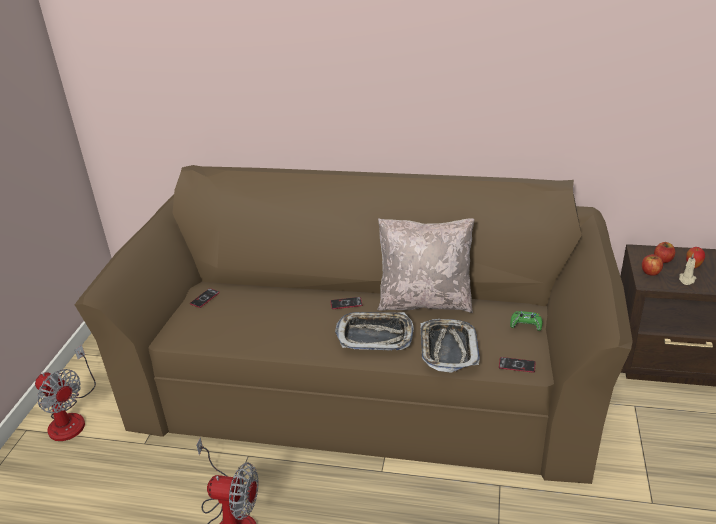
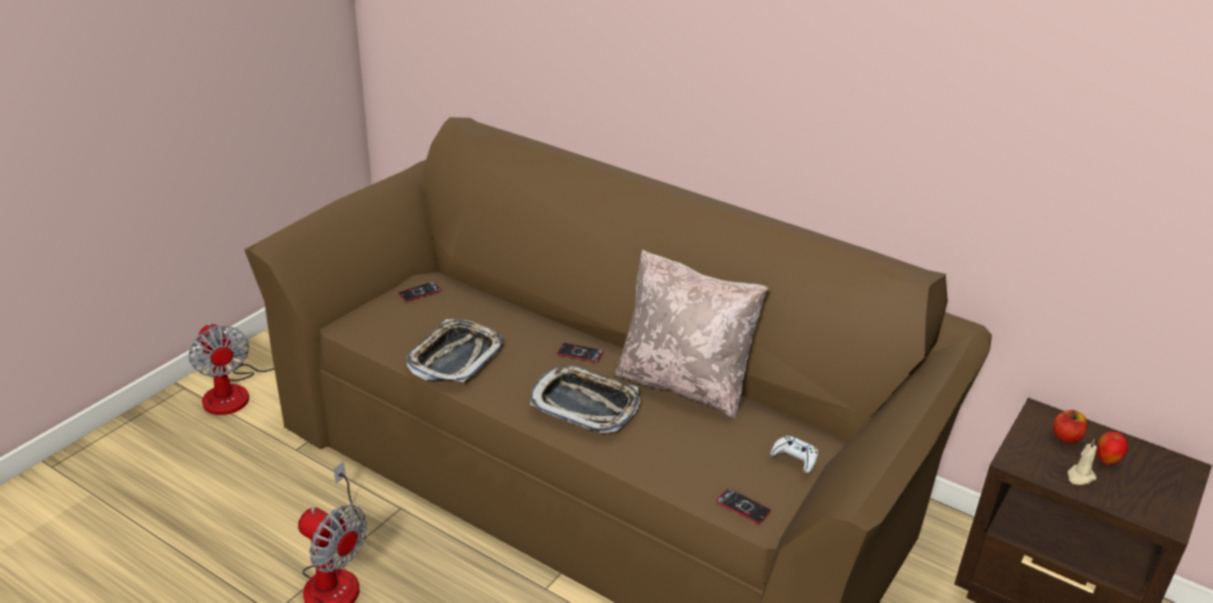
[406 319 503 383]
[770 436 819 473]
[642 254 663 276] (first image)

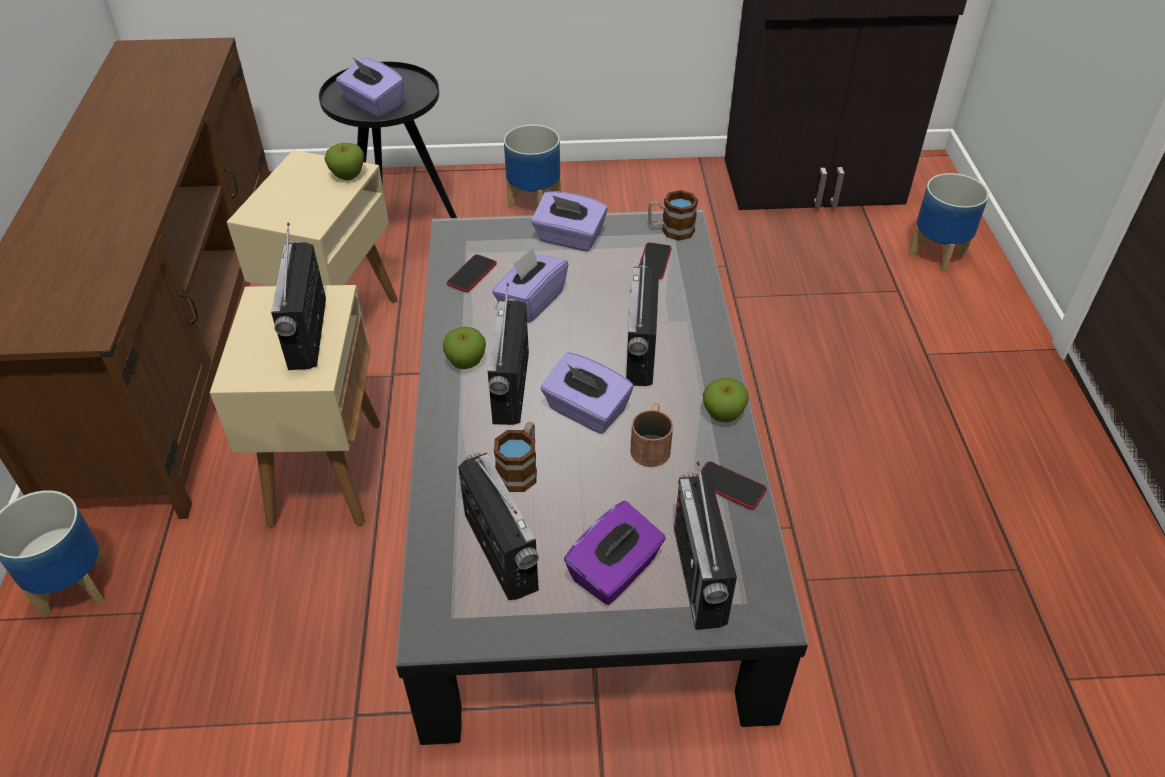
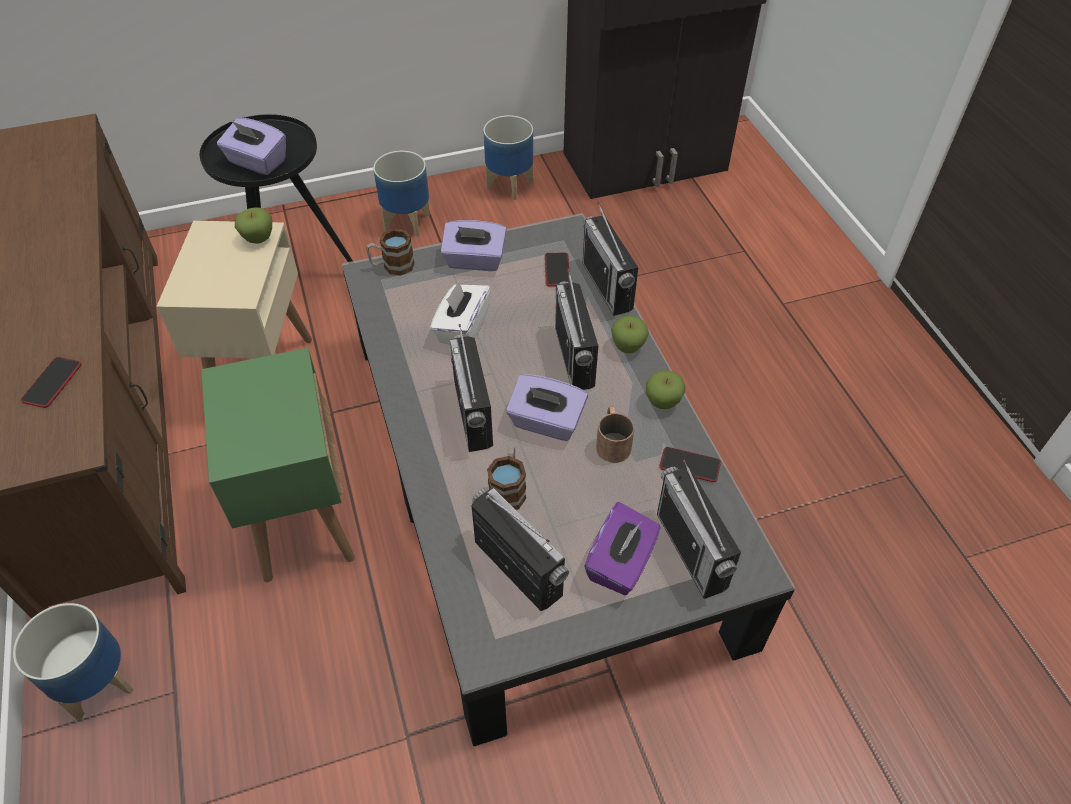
[201 348 355 582]
[583 202 638 316]
[611 316 649 353]
[21 357 81 408]
[430 281 491 345]
[366 229 415 275]
[483 115 533 200]

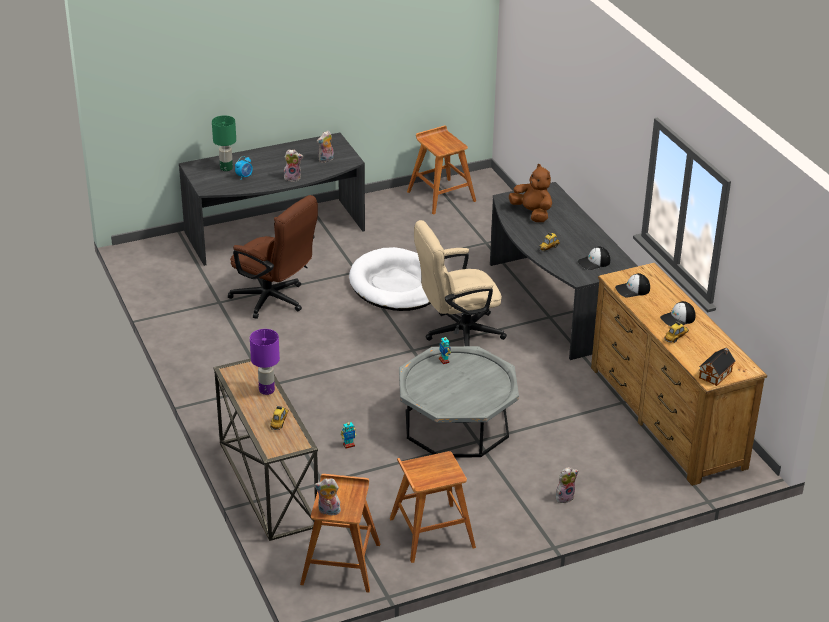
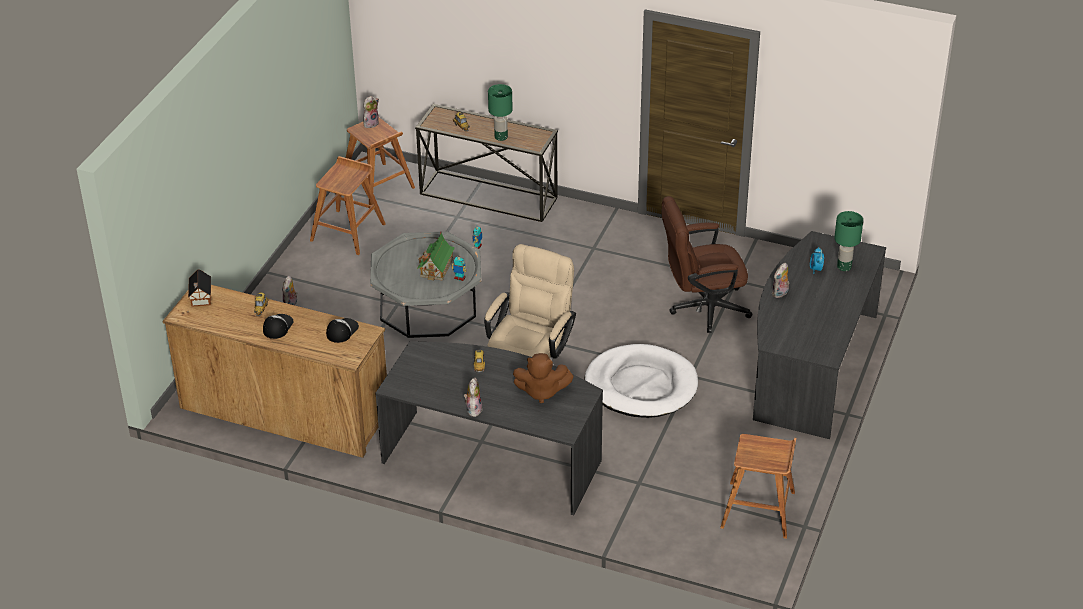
[488 84 513 141]
[464 378 482 417]
[578 246 610 270] (first image)
[417 233 455 281]

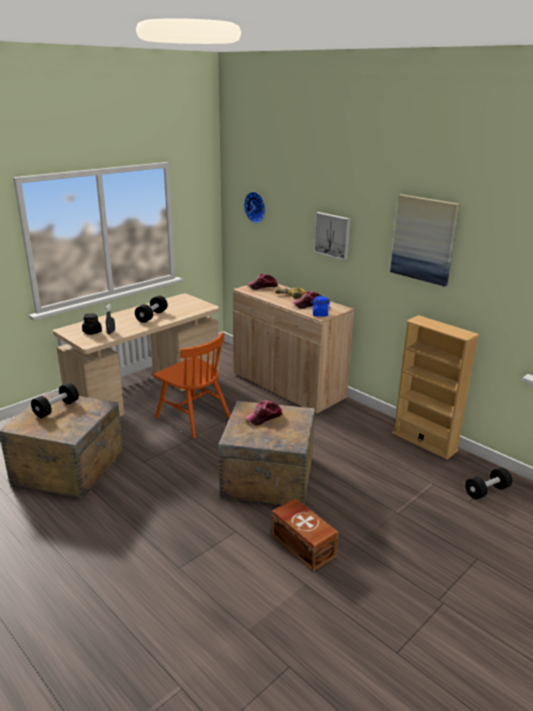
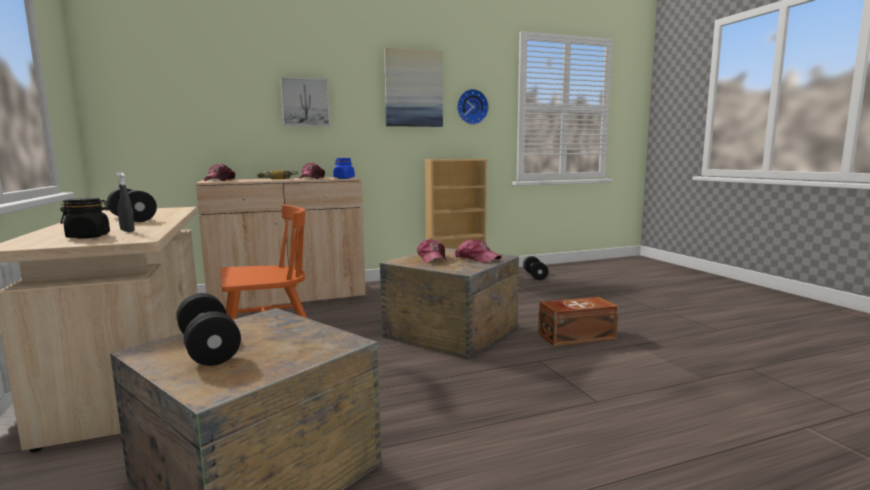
[457 89 489 125]
[455 239 501 263]

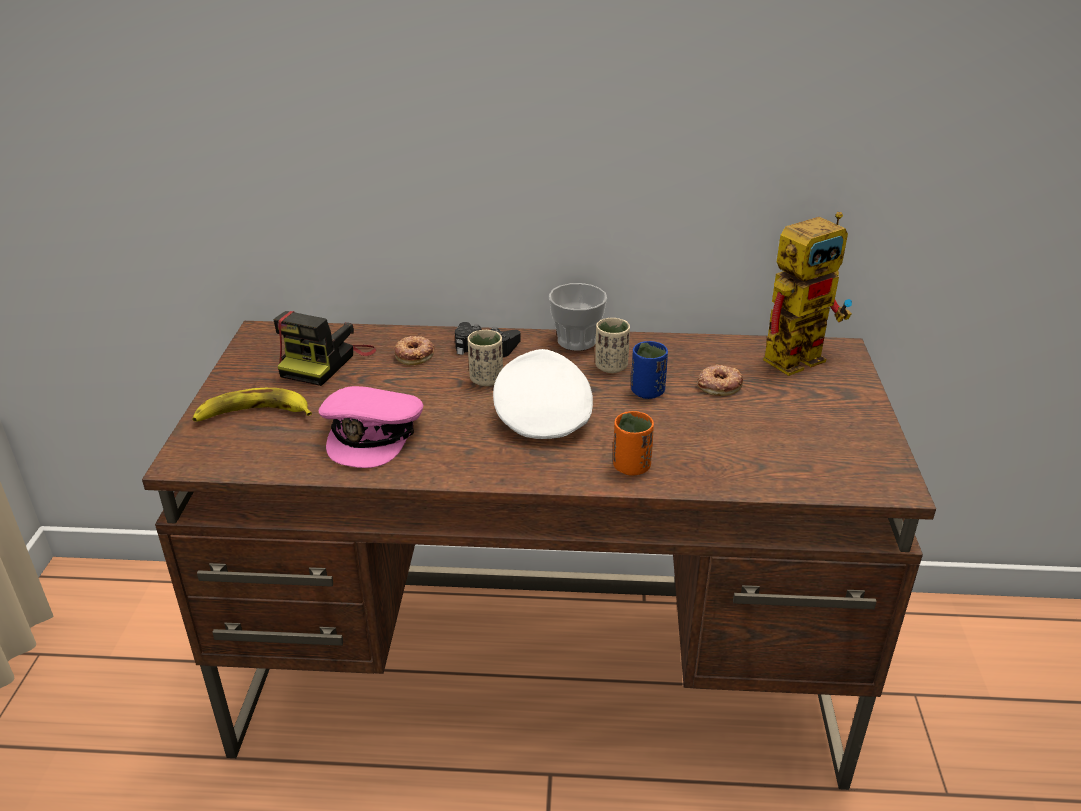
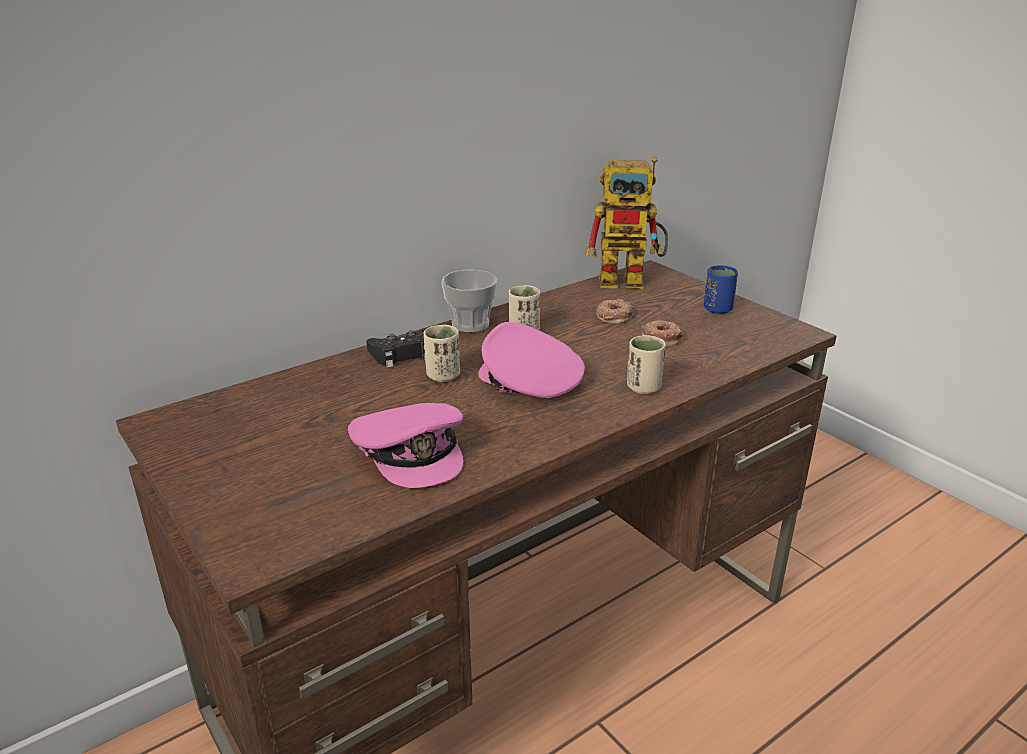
[192 388 312 422] (first image)
[273 311 376 386] (first image)
[642 320 684 346]
[478 322 585 398]
[627 335 666 394]
[704 265 738 314]
[585 157 668 289]

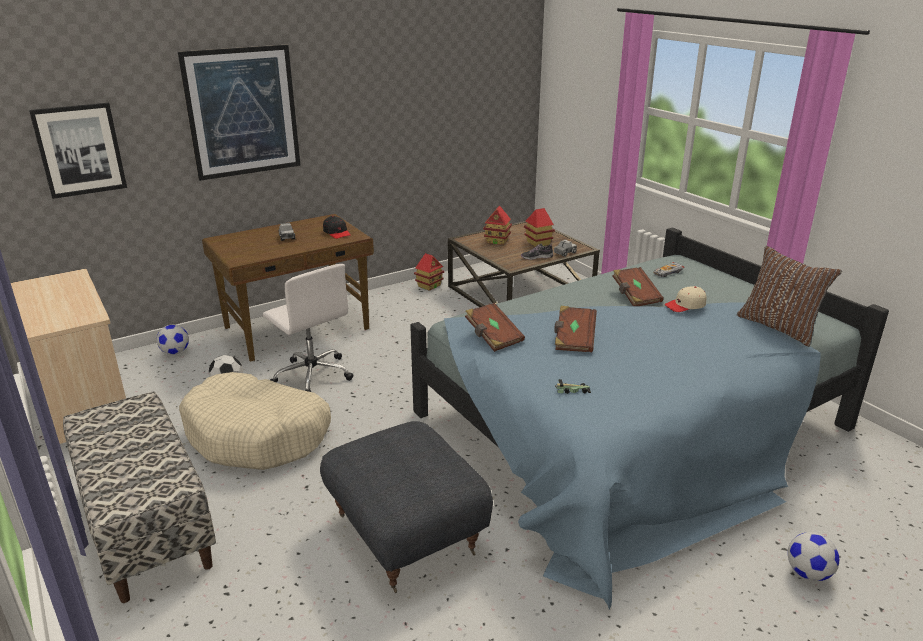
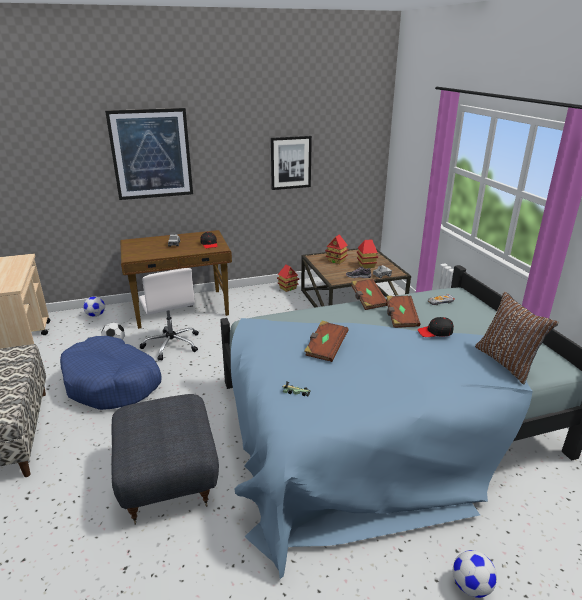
[271 136 312 190]
[60 336 162 410]
[351 279 387 310]
[418 317 454 337]

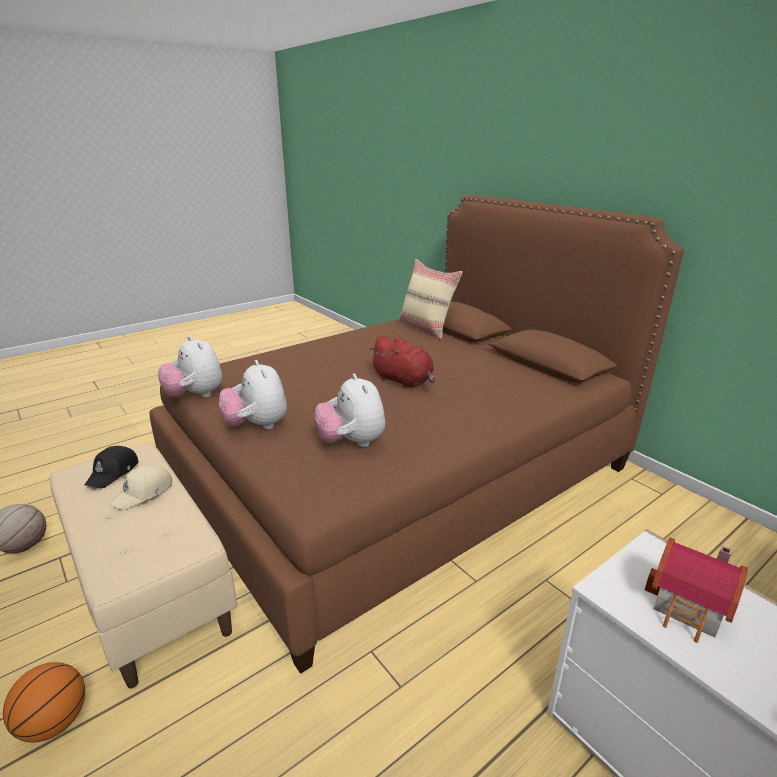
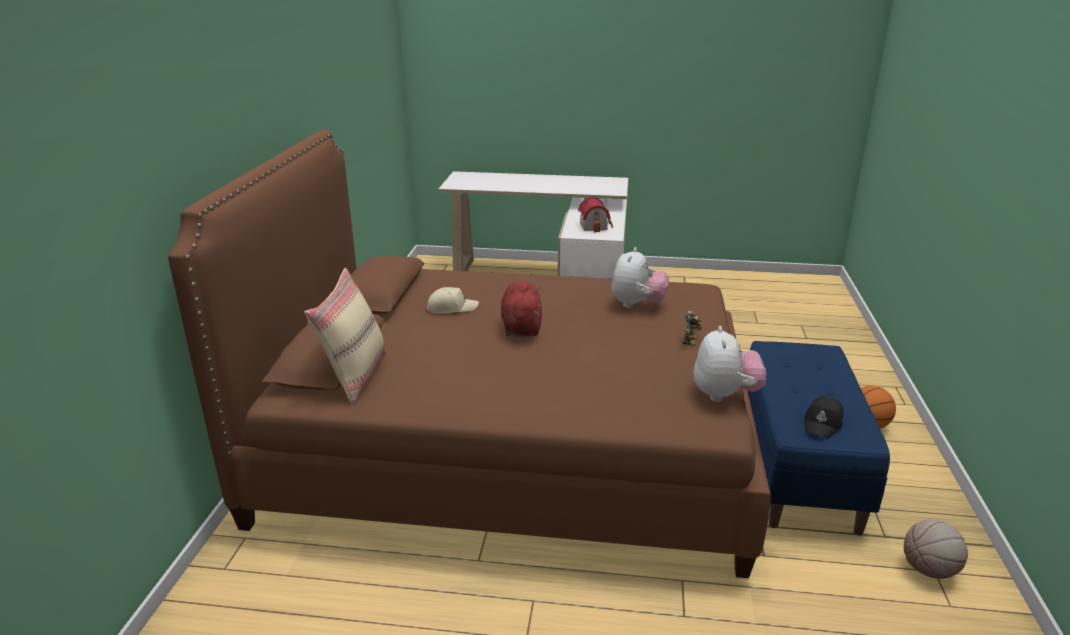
[748 341 890 536]
[804 396 844 439]
[427 287 479 313]
[683 311 703 346]

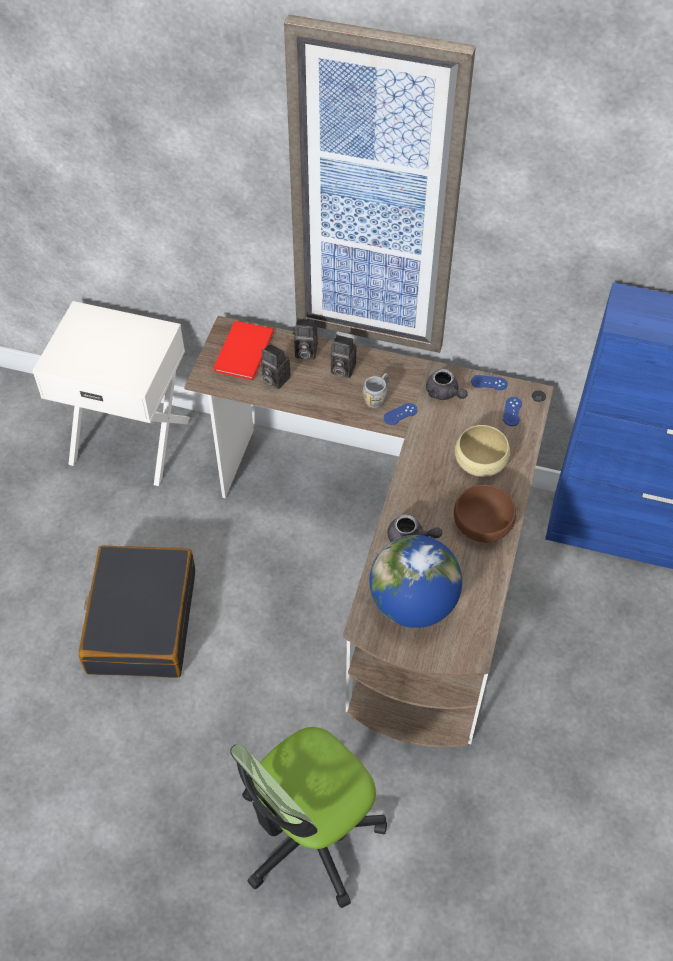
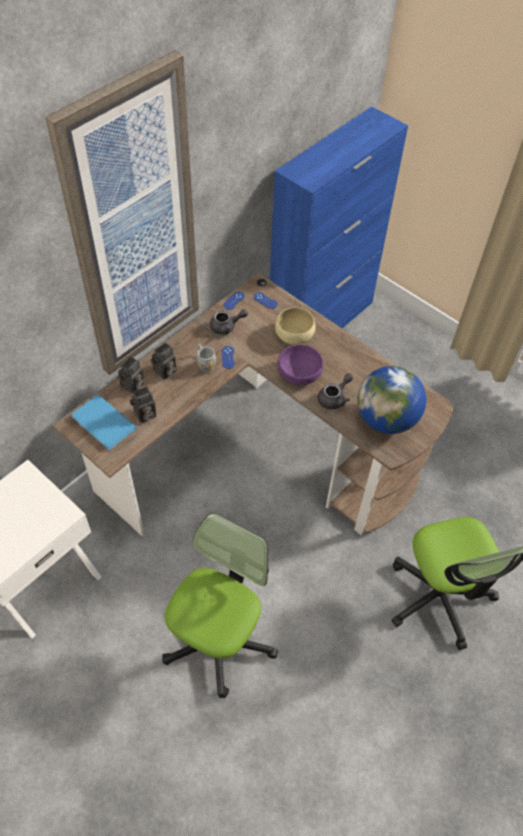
[162 513 278 698]
[71 395 137 450]
[454 485 516 543] (first image)
[278 344 323 385]

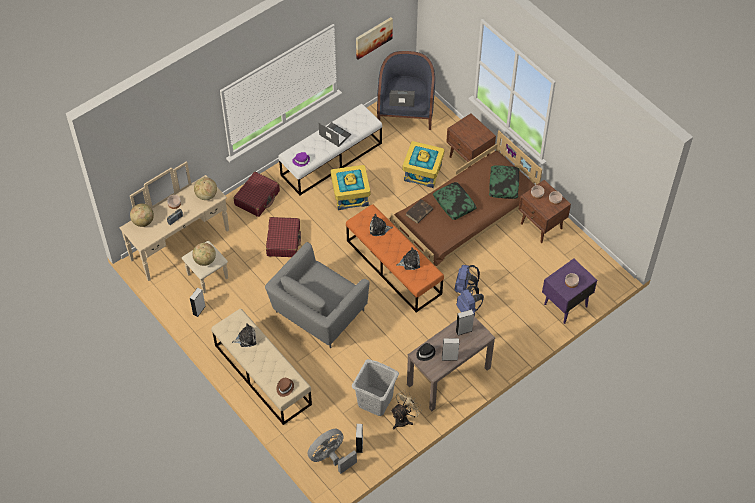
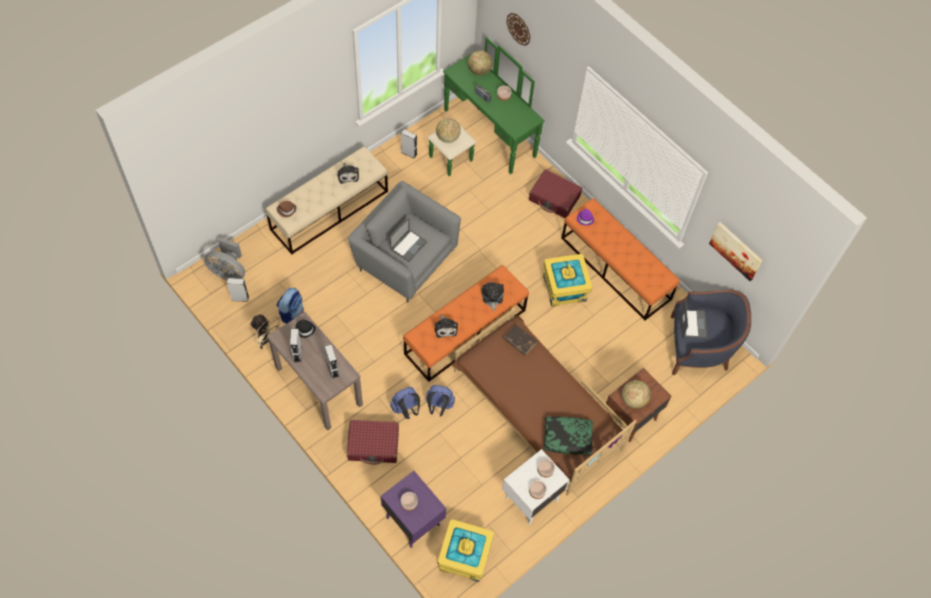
[427 37 545 176]
[622 380 651 409]
[347 420 399 465]
[561 198 680 320]
[204 237 245 280]
[390 218 428 262]
[277 288 304 324]
[437 519 494 582]
[433 182 477 220] (first image)
[502 449 570 525]
[506 13 530 46]

